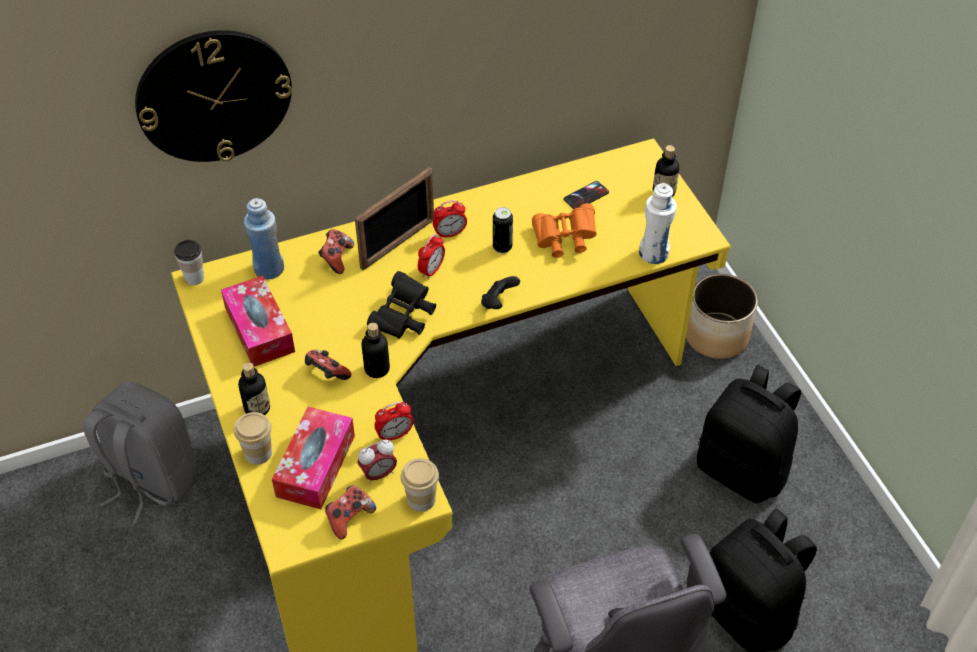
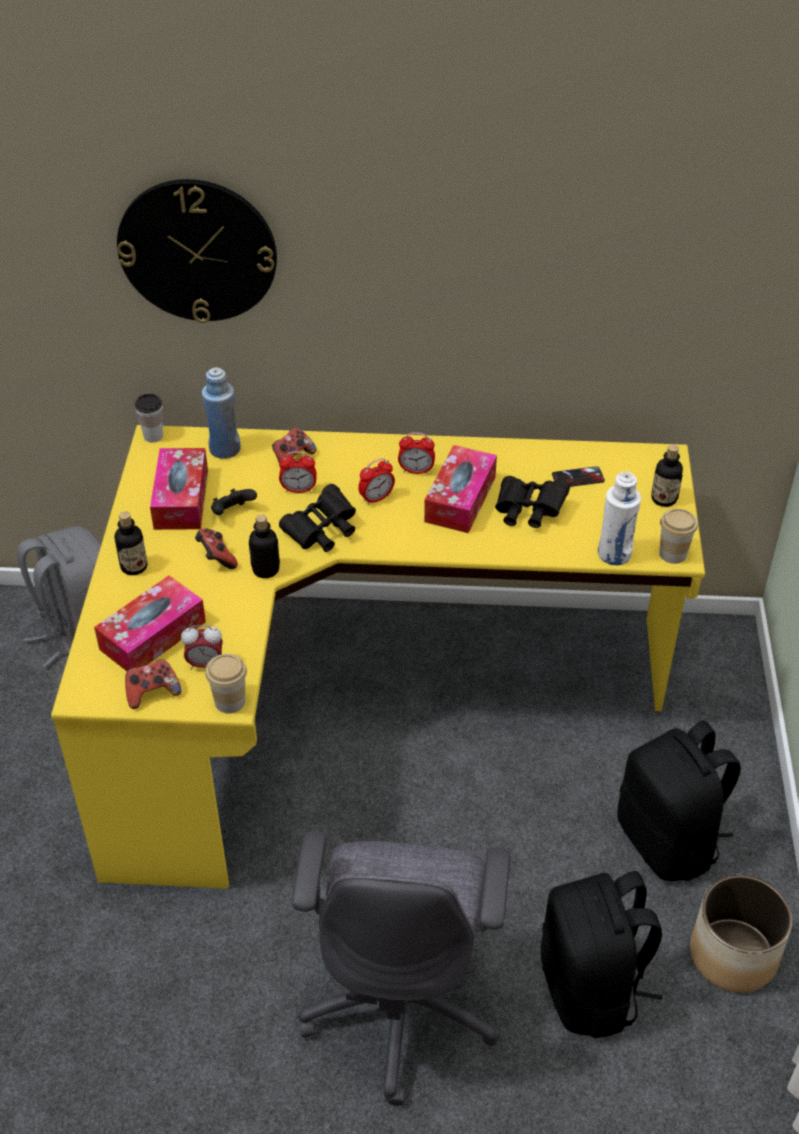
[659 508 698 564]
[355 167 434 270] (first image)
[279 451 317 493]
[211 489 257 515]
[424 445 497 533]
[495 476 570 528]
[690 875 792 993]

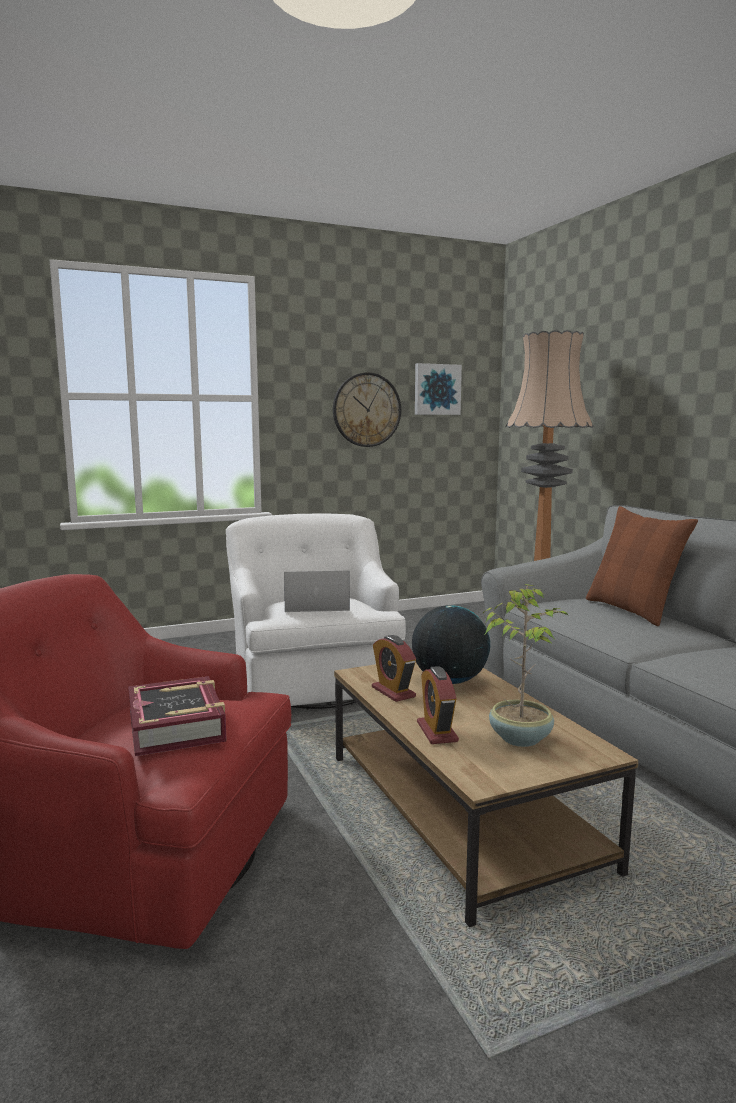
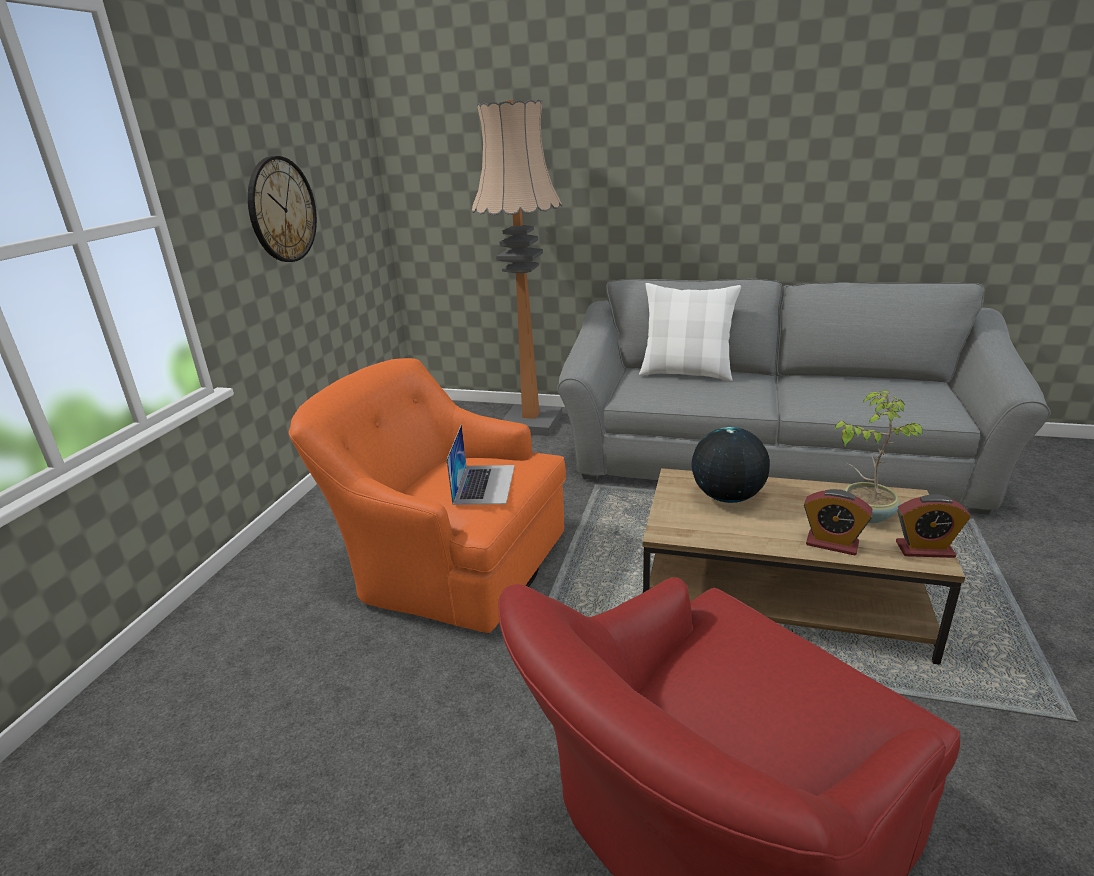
[128 676 227 756] (first image)
[289 358 566 633]
[446 424 515 505]
[896 494 971 558]
[415 363 462 415] (first image)
[639 283 741 381]

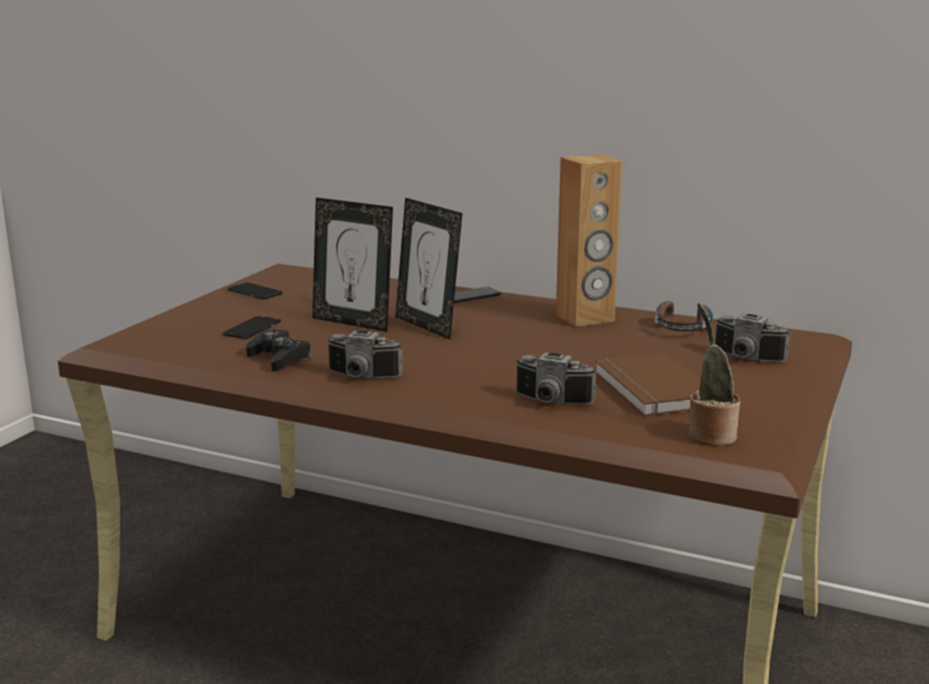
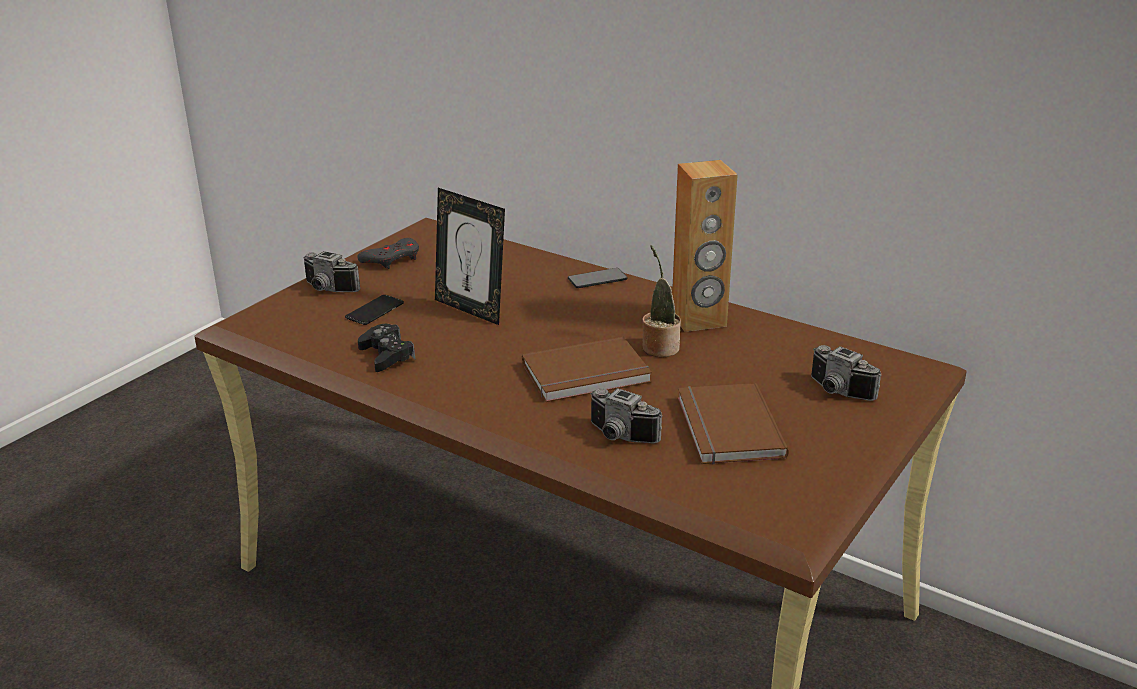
[358 238 419 269]
[303 251 360 292]
[395 198 463 340] (first image)
[655 301 713 331] (first image)
[642 245 681 357]
[522 337 652 402]

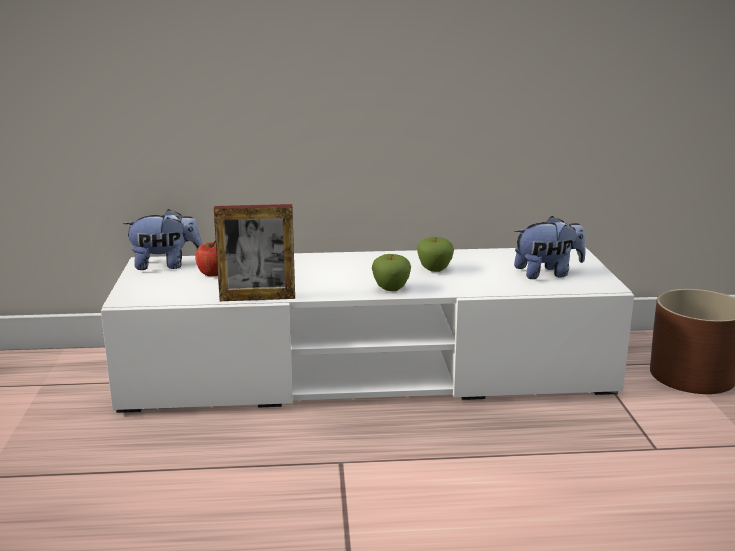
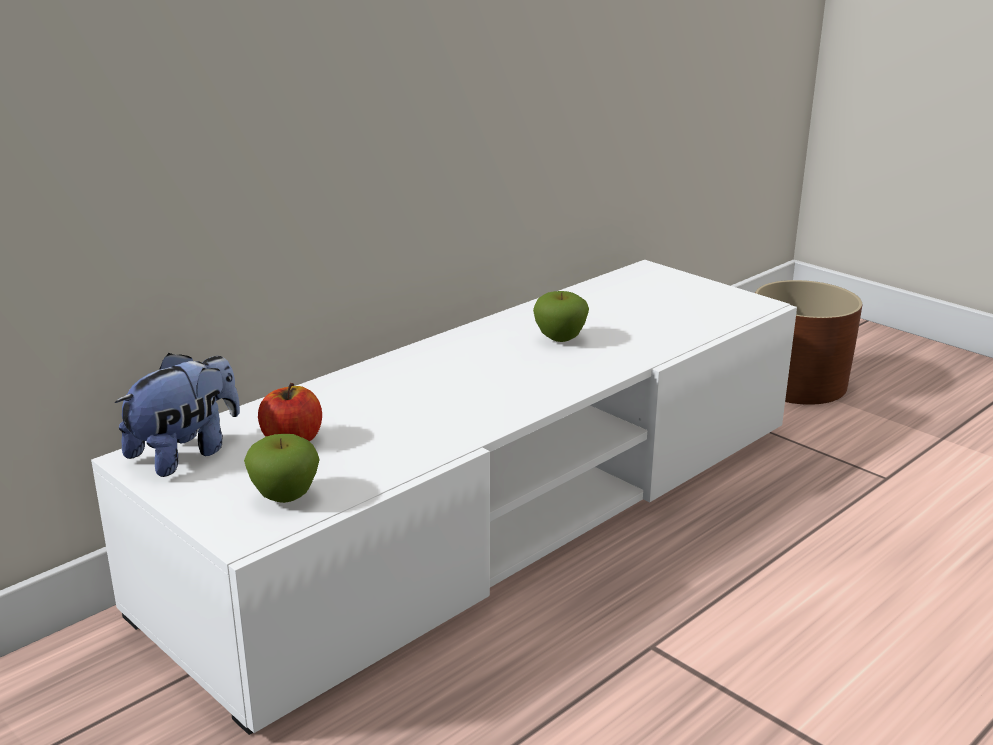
[214 204 295 301] (first image)
[244 434 320 503]
[514 216 586 279] (first image)

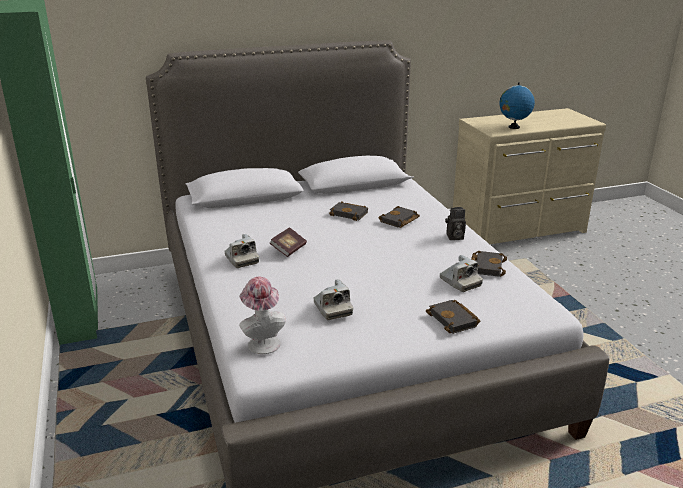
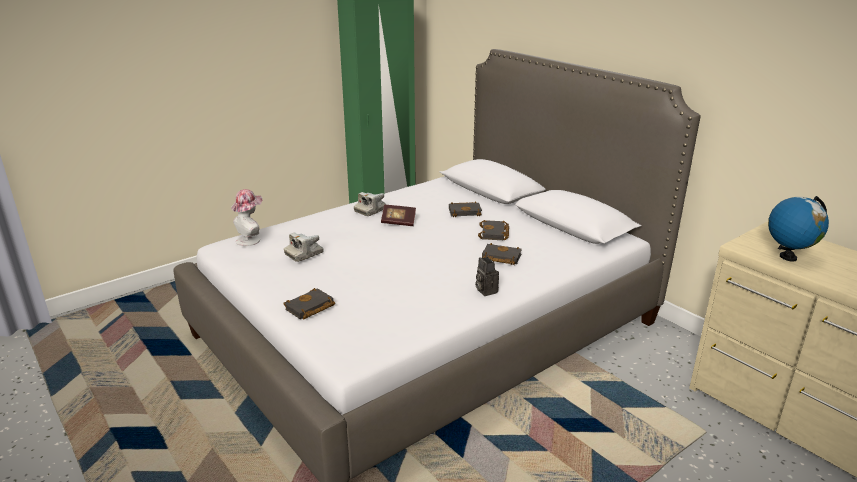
[440 255 483 292] (first image)
[449 201 482 217]

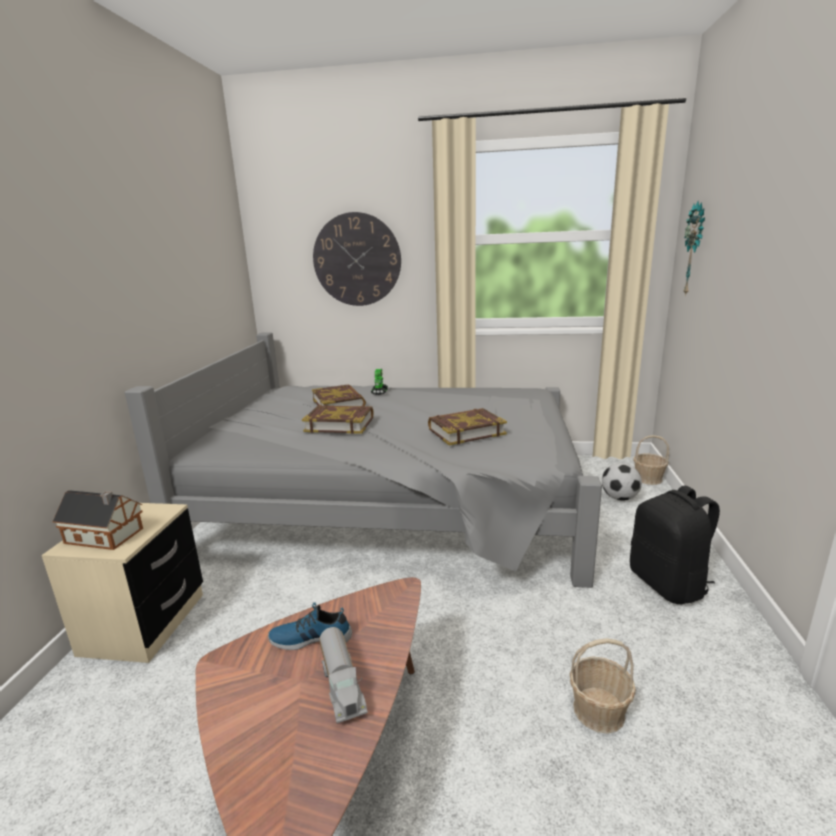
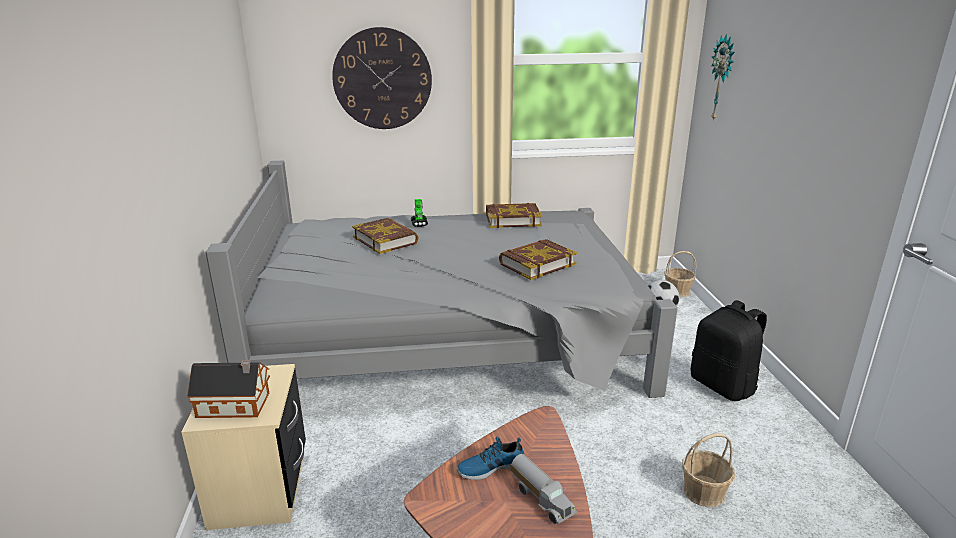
[486 203 542 228]

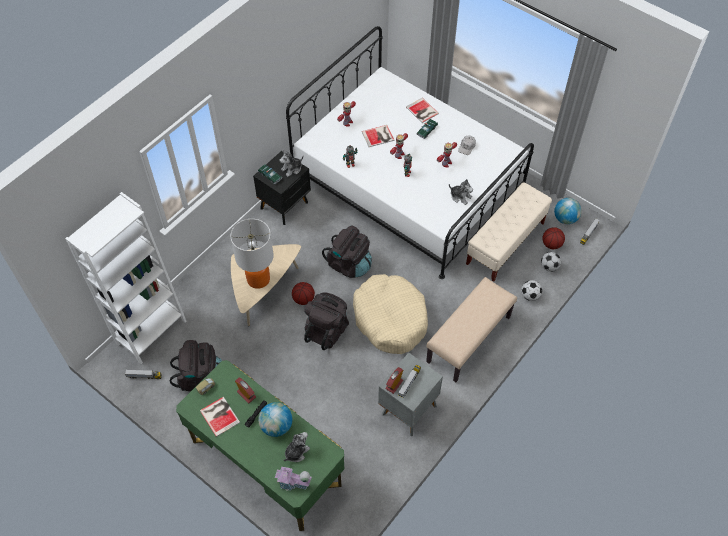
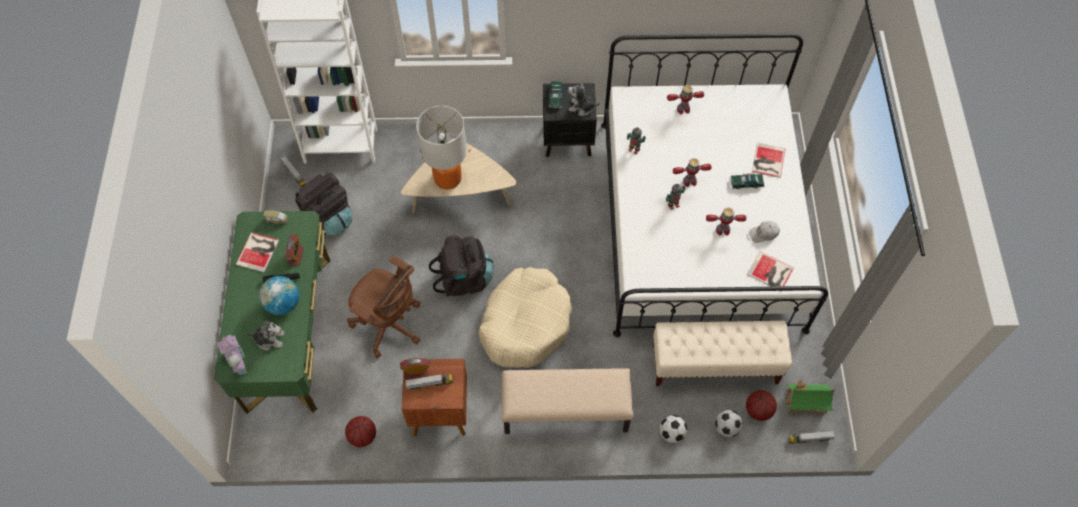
[345 416 376 447]
[322 226 372 278] (first image)
[747 251 794 292]
[402 359 467 437]
[449 179 473 205] (first image)
[785 380 835 414]
[347 255 420 358]

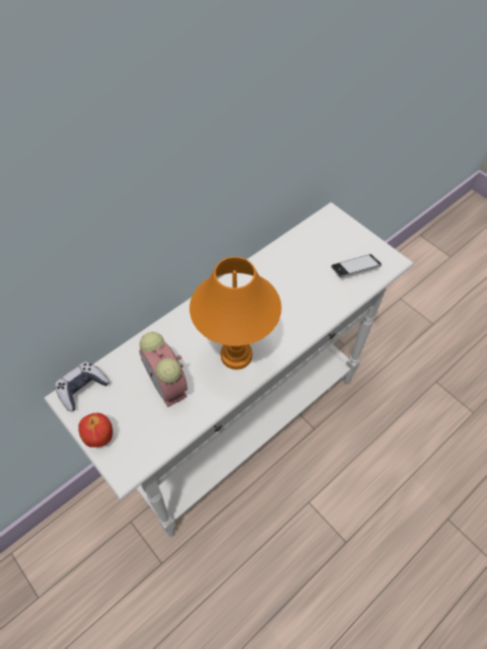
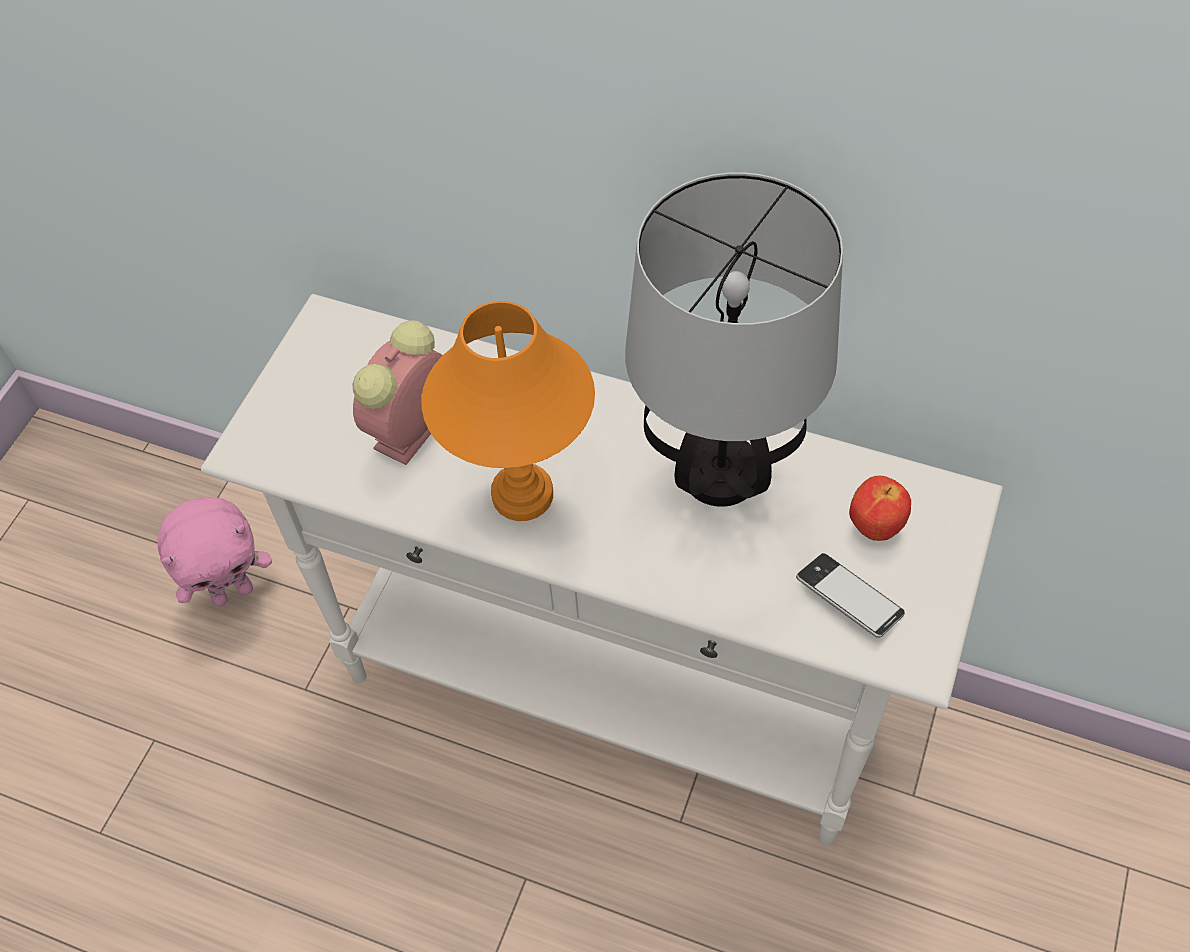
[55 361 110 412] (first image)
[849 476 911 541]
[158 497 272 607]
[625 172 843 507]

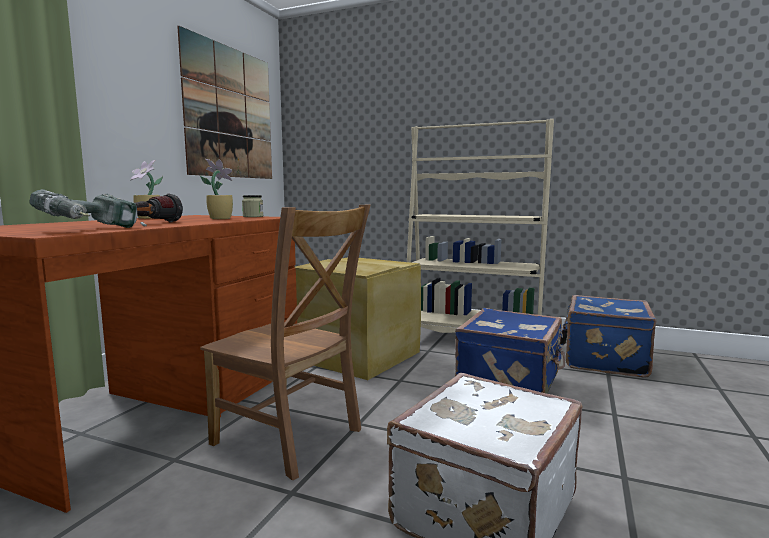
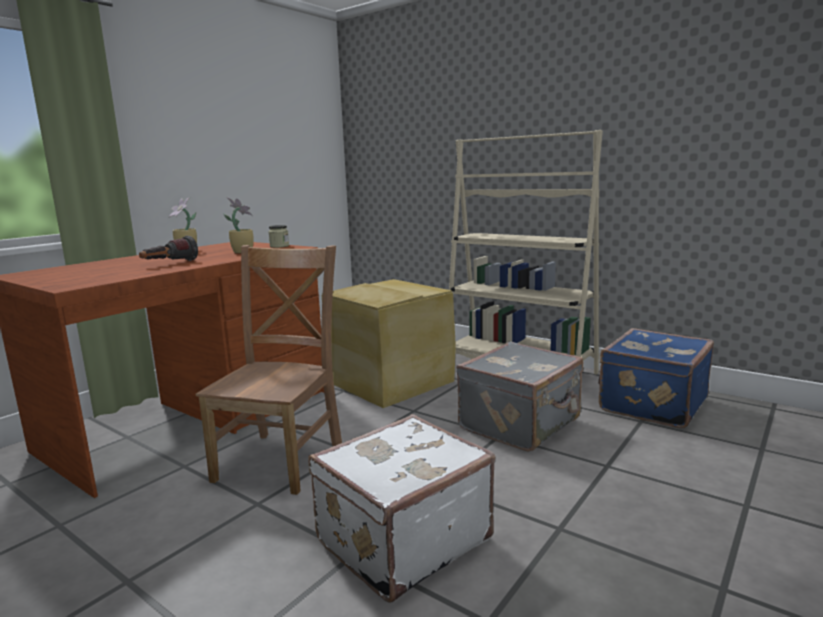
[30 189 147 228] (first image)
[177 26 272 179] (first image)
[196 245 342 495]
[456 341 583 452]

